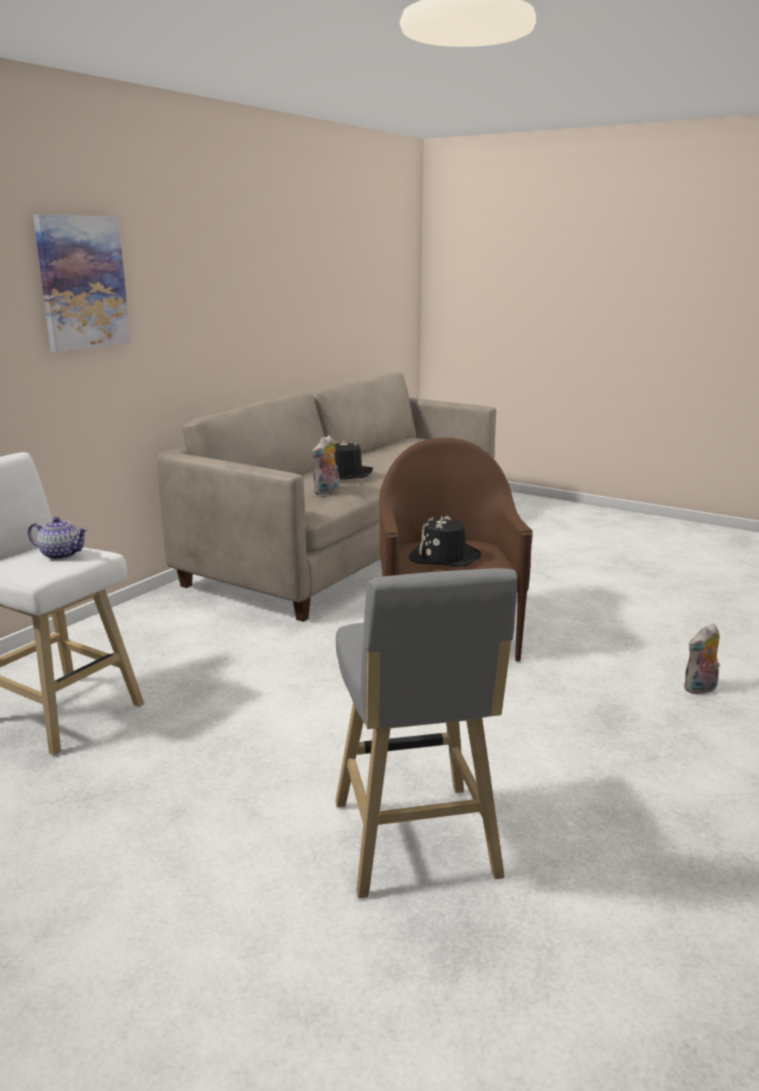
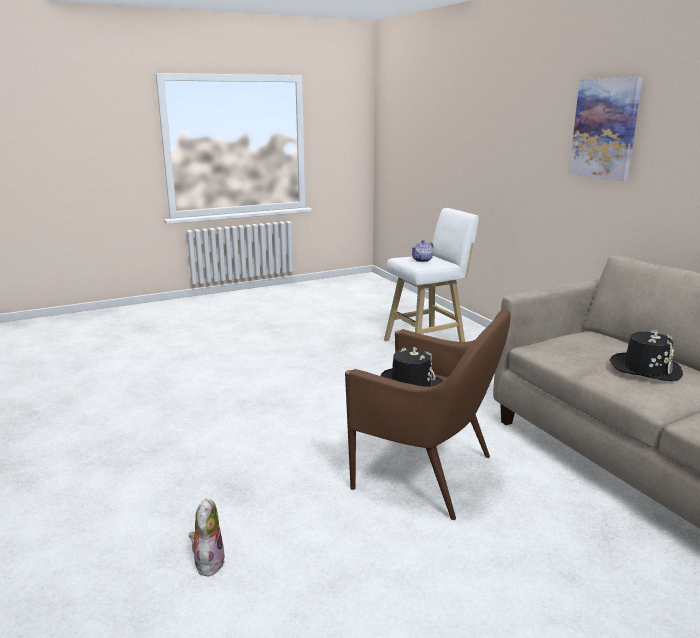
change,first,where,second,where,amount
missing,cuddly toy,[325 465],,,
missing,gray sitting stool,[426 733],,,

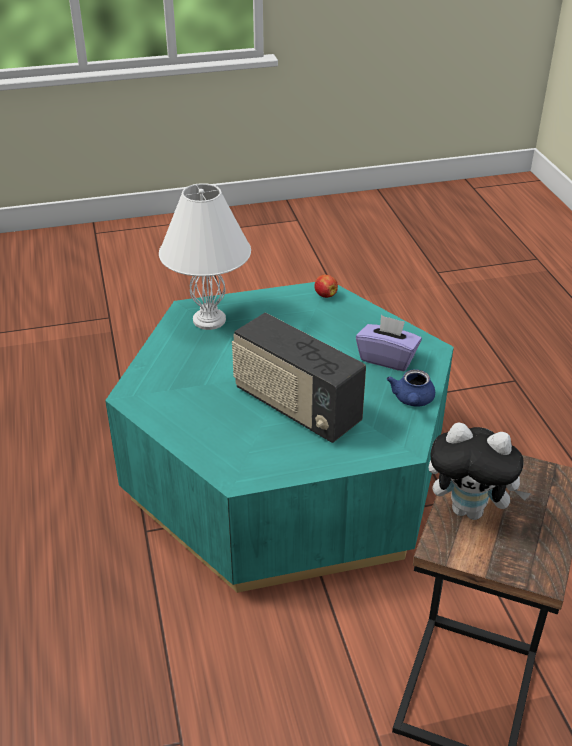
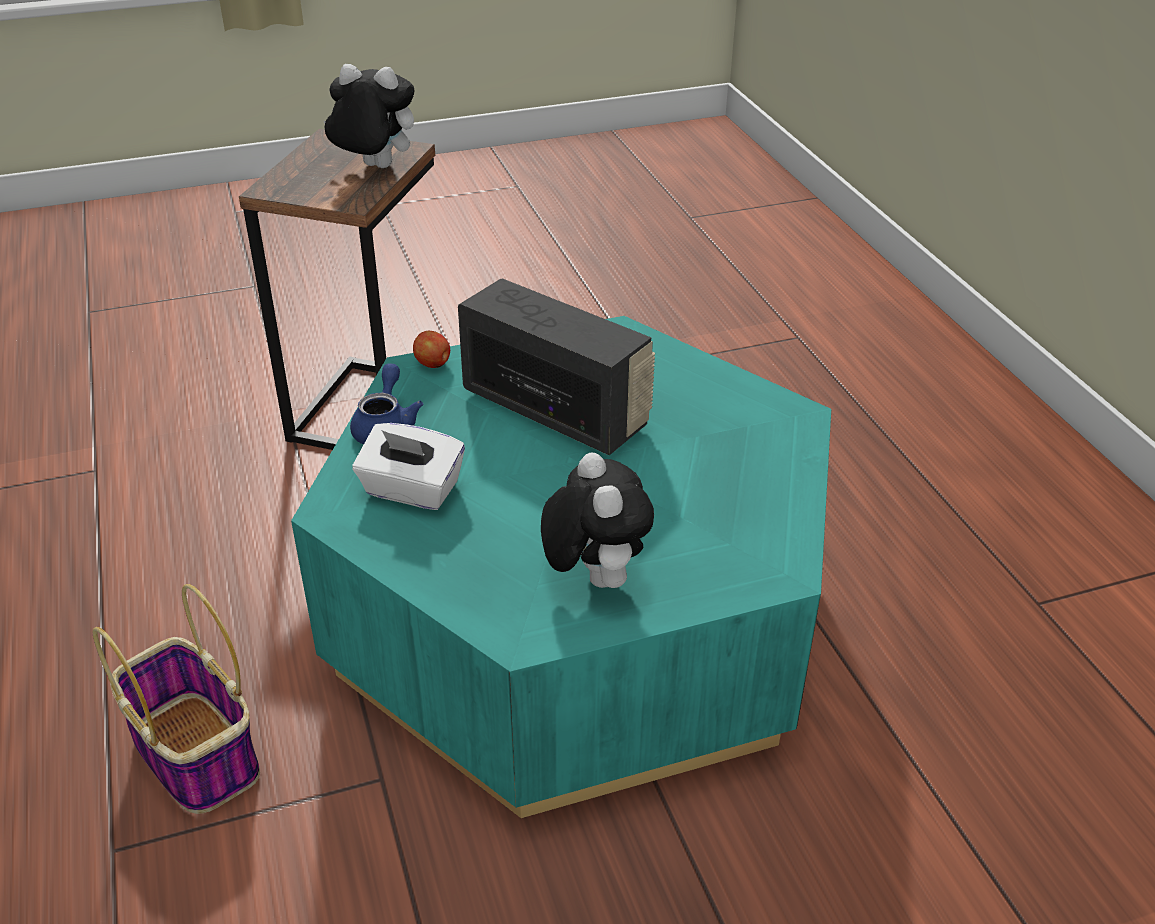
change,first,where,second,where,amount
missing,whitish tabletop lamp,[205 256],,,
relocated,whole apple,[326 286],,[431 349],
colour,purplish tissue box,[389 343],whitish tissue box,[408 466],
appeared,,,household basket,[176 699],
appeared,,,cuddly toy,[597 520],

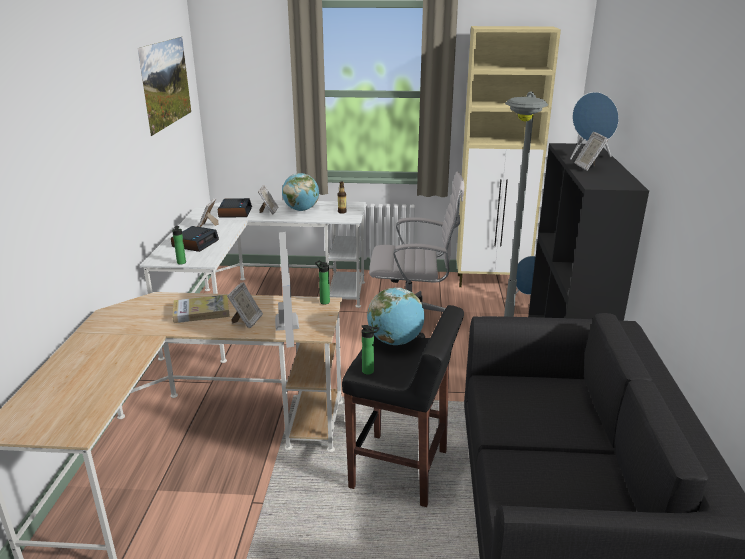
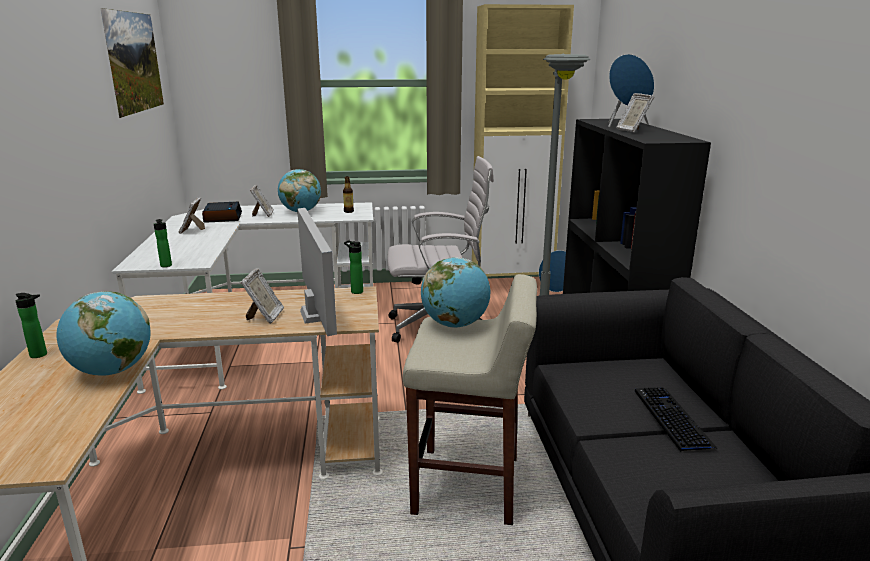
change,first,where,second,where,amount
missing,bedside clock,[195 239],,,
missing,volume,[201 309],,,
colour,black sitting stool,[403 406],beige-coloured sitting stool,[470 399],
relocated,drink bottle,[370 350],,[31 325],
appeared,,,globe,[104 333],
appeared,,,computer keyboard,[676 419],

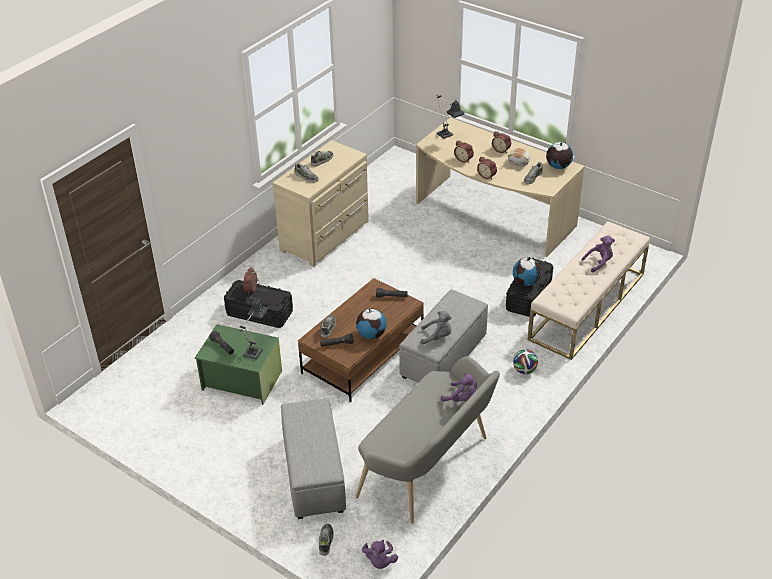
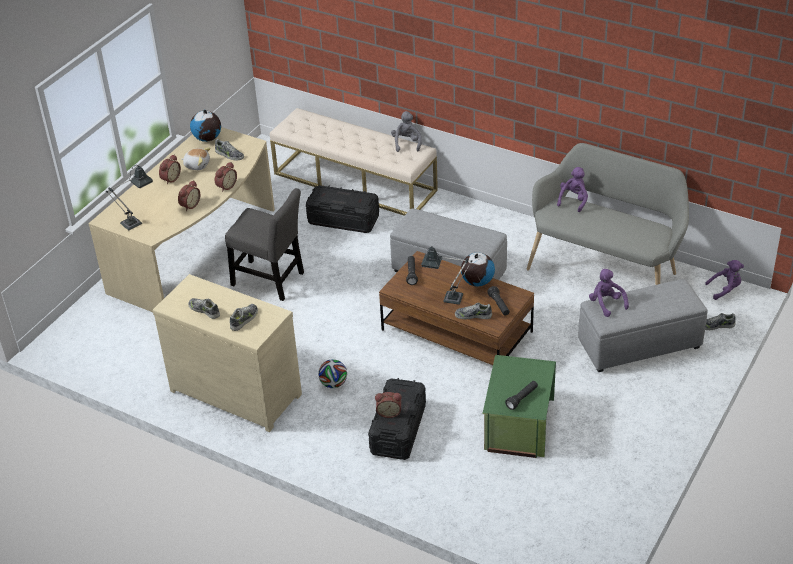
change,first,where,second,where,amount
relocated,tabletop lamp,[254 329],,[446 275],
relocated,gray cuddly toy,[436 327],,[406 131],
missing,globe,[527 271],,,
relocated,football ball,[525 361],,[332 373],
relocated,purplish cuddly toy,[598 254],,[609 293],
appeared,,,gray upright chair,[264 244],

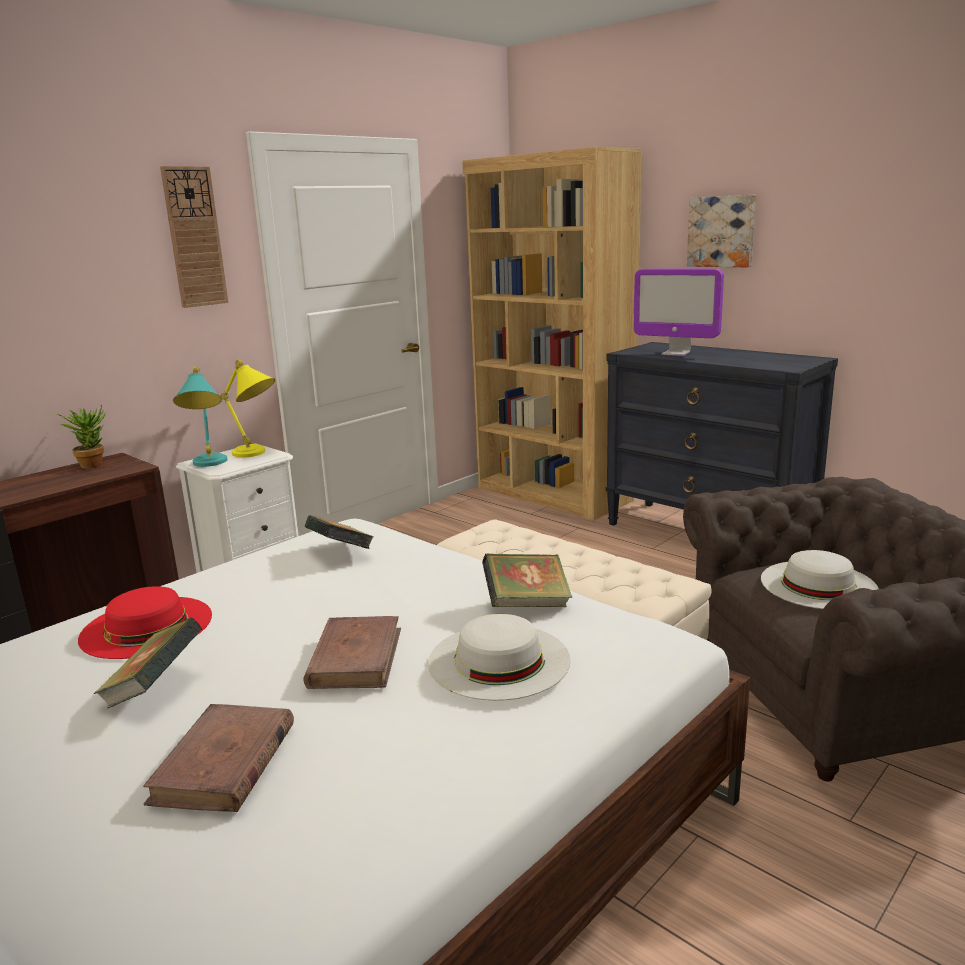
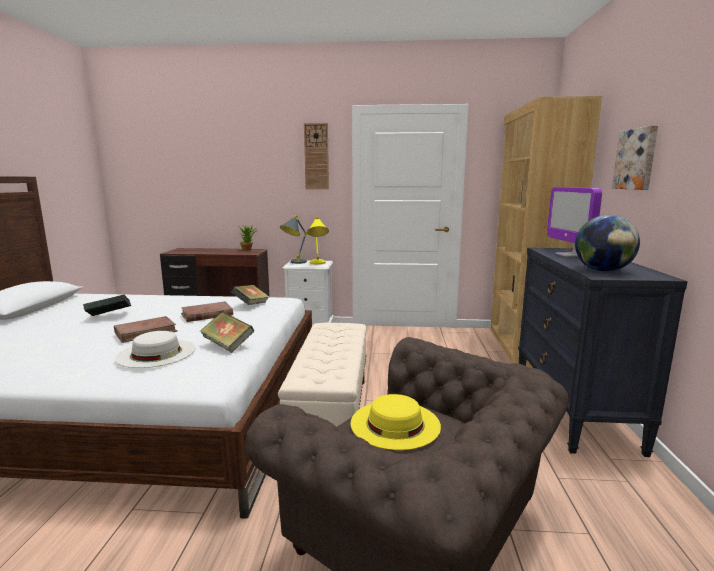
change,first,where,second,where,amount
missing,reddish clothing hat,[145 622],,,
relocated,brown-coloured volume,[218 758],,[207 312],
colour,blue-green tabletop lamp,[200 416],gray tabletop lamp,[294 240],
colour,whitish clothing hat,[820 579],yellow clothing hat,[396 422],
appeared,,,globe,[607 243],

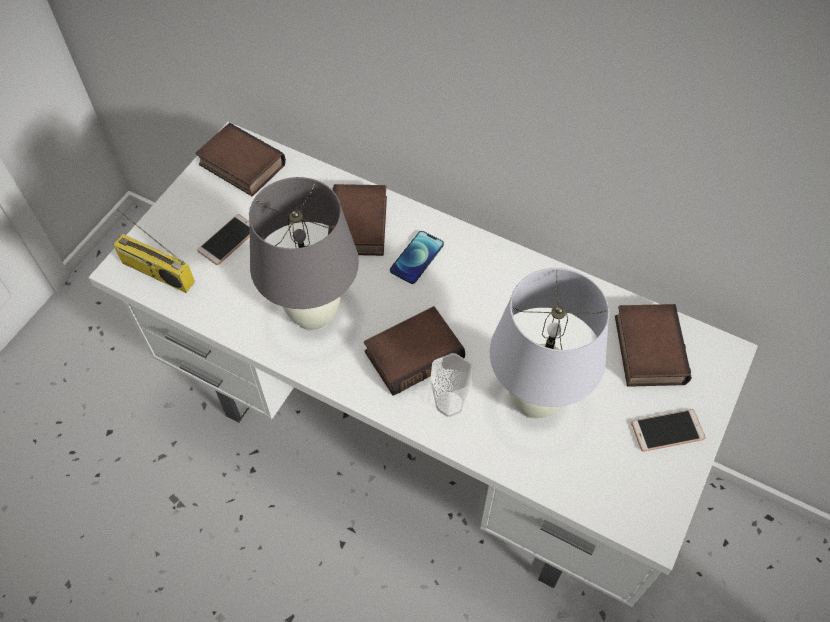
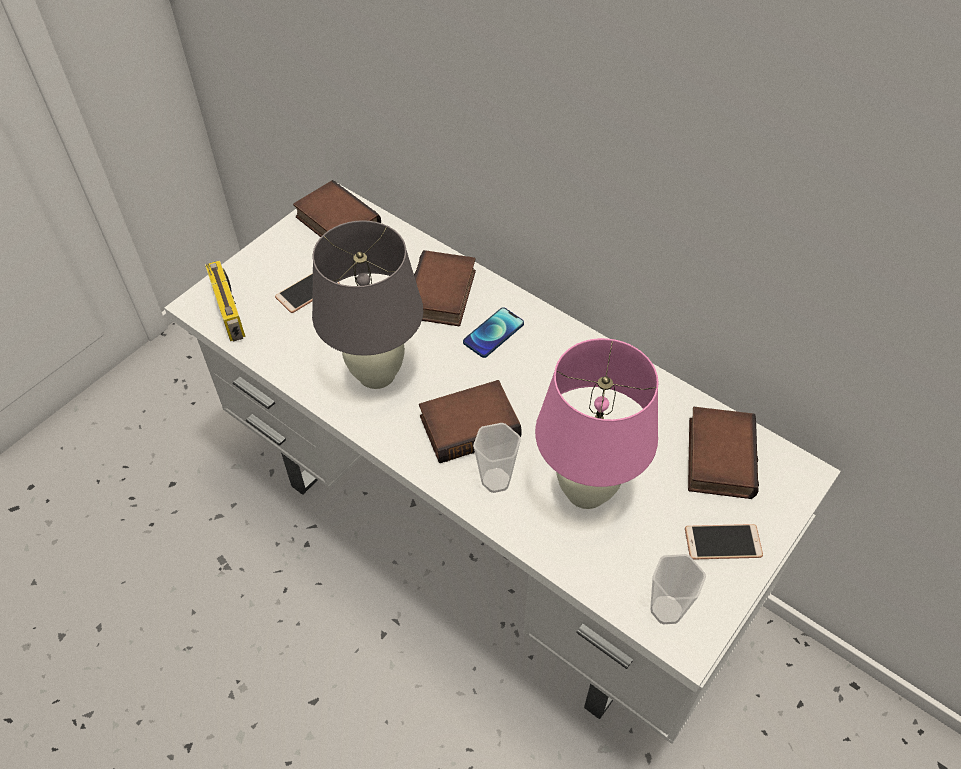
change,first,where,second,where,amount
spun,radio,[153 251],,[225 300],150 degrees counterclockwise
colour,whitish tabletop lamp,[550 343],pink tabletop lamp,[597 423],
appeared,,,drinking cup,[678 589],

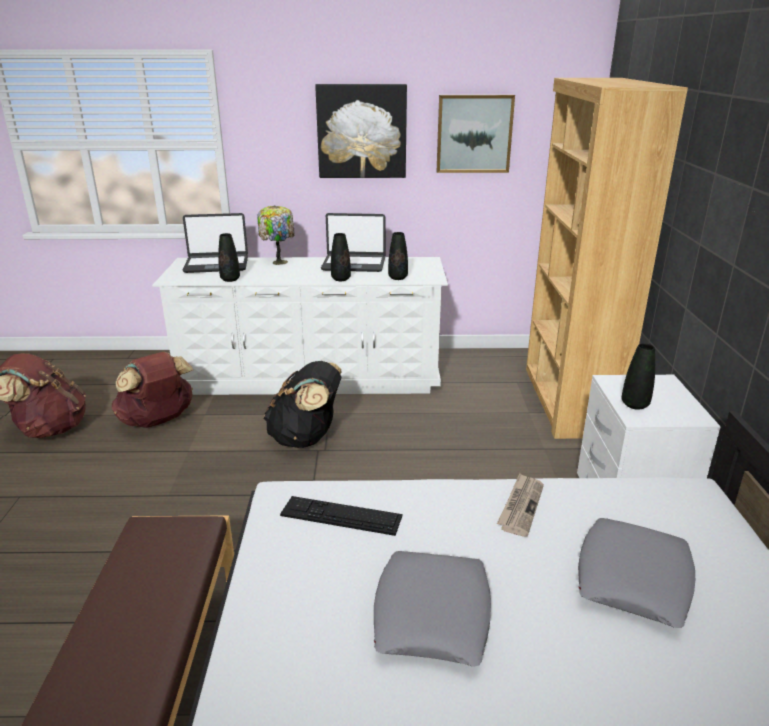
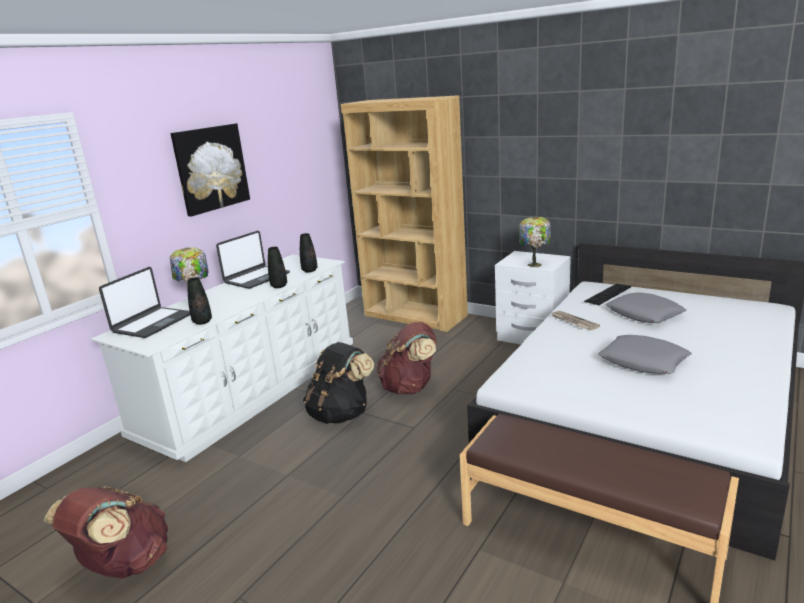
change,first,where,second,where,amount
relocated,brown-coloured rucksack,[152 390],,[407 358],
relocated,computer keyboard,[341 516],,[607 294],
missing,wall art,[476 134],,,
exchanged,black decorative vase,[638 376],tabletop lamp,[535 242],

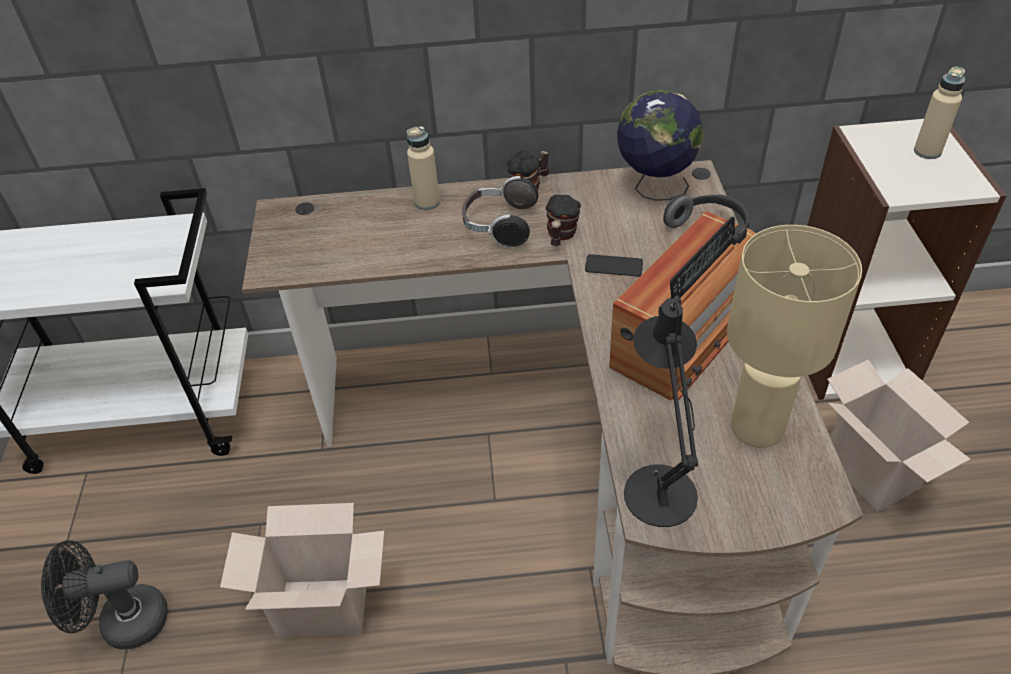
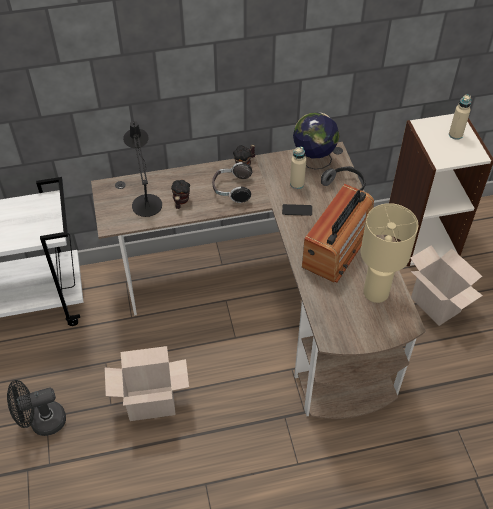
change,first,where,second,where,amount
relocated,beige-coloured drink bottle,[423 168],,[298 167],
relocated,tea mug,[563 220],,[180 194],
relocated,black tabletop lamp,[661 414],,[142 169],

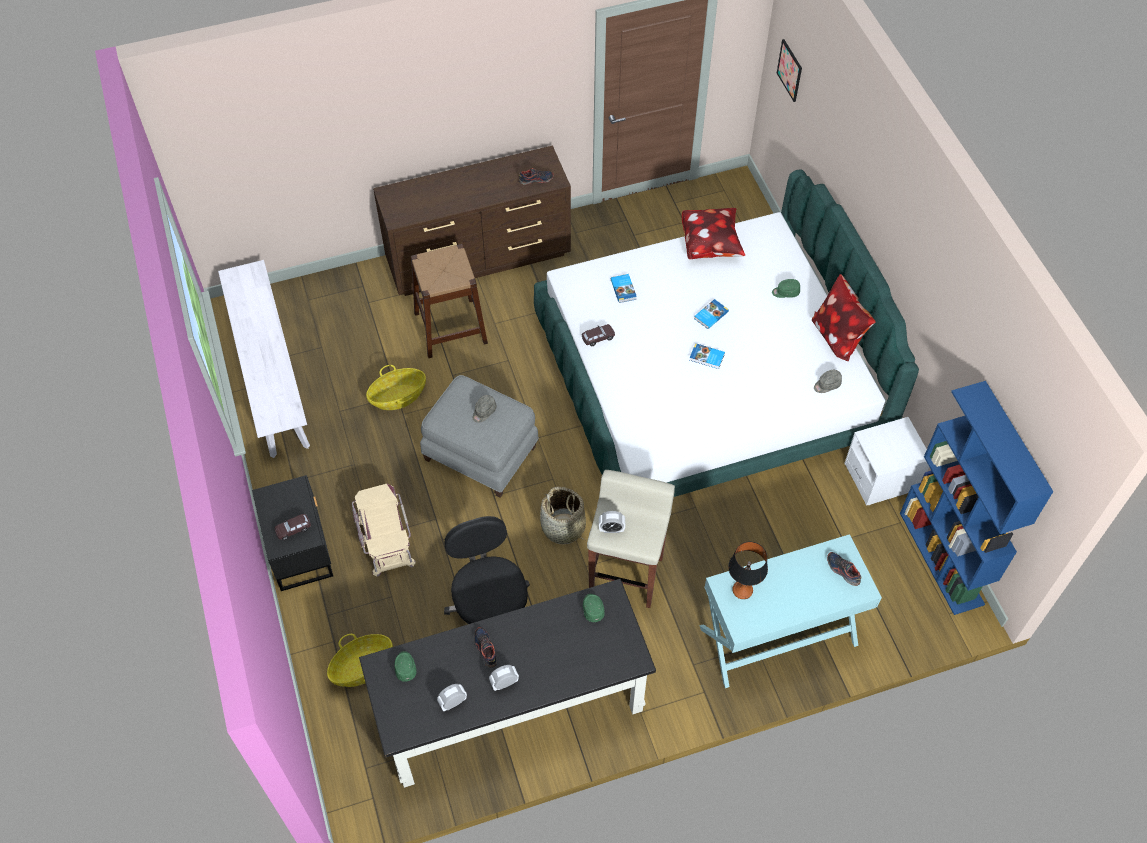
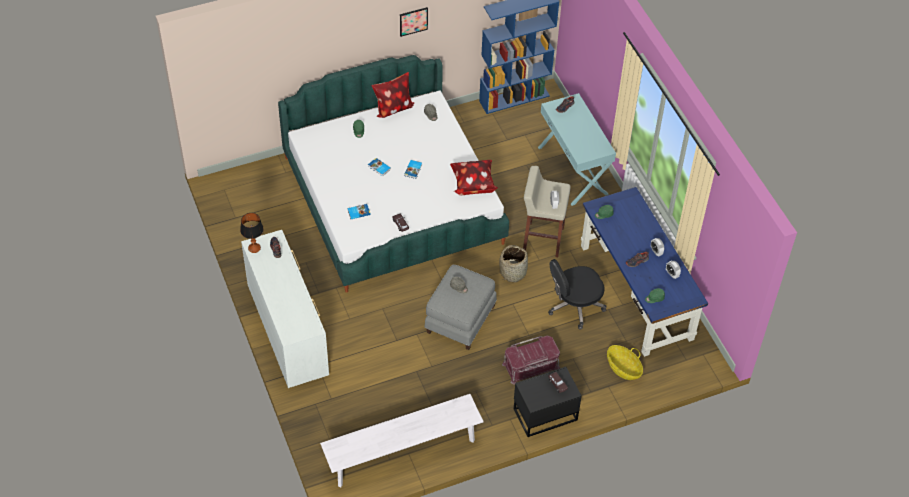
change,first,where,second,where,amount
colour,beige-coloured storage bin,[384 530],reddish storage bin,[531 360],
colour,black desk unit,[507 683],bluish desk unit,[644 272],
missing,household basket,[396 387],,,
colour,brown-coloured dresser,[472 220],whitish dresser,[285 309],
missing,brown-coloured sitting stool,[449 301],,,
relocated,throw pillow,[713 233],,[474 177],
relocated,tabletop lamp,[748 570],,[252 233],
relocated,wall art,[789 70],,[414 22],
missing,whitish night table,[886 461],,,

